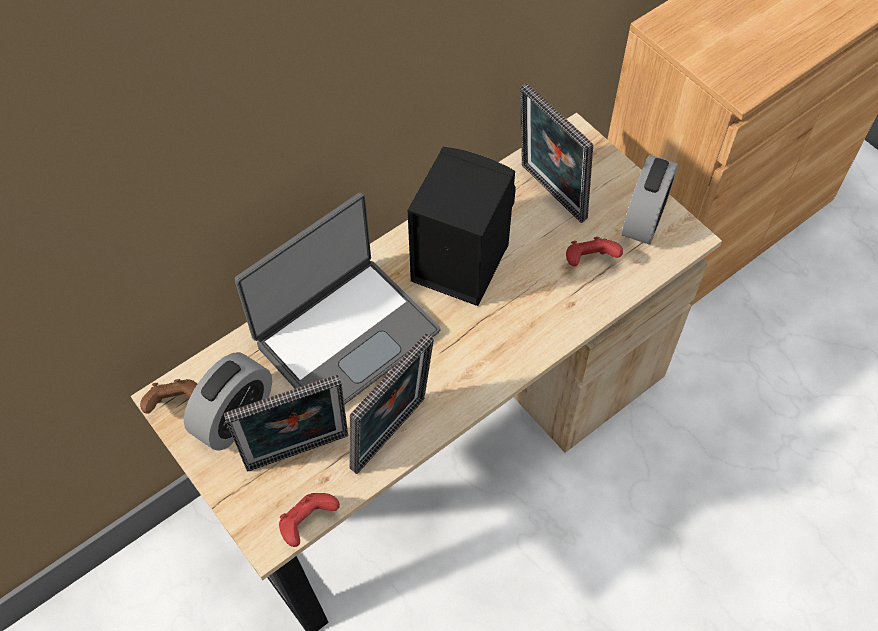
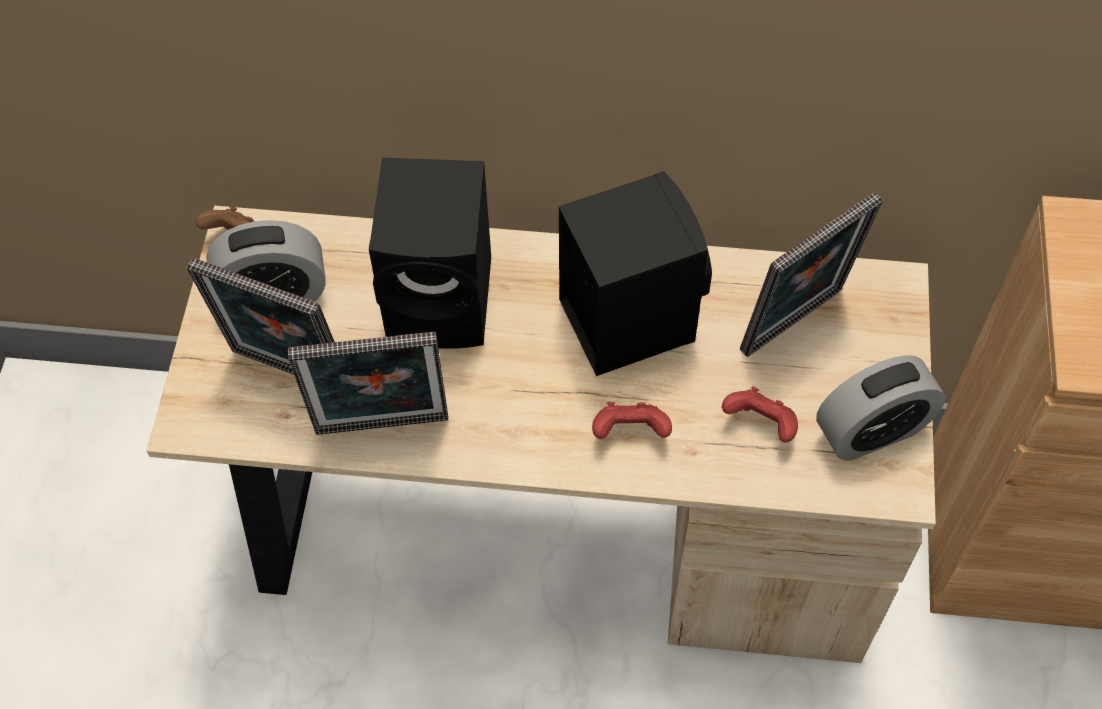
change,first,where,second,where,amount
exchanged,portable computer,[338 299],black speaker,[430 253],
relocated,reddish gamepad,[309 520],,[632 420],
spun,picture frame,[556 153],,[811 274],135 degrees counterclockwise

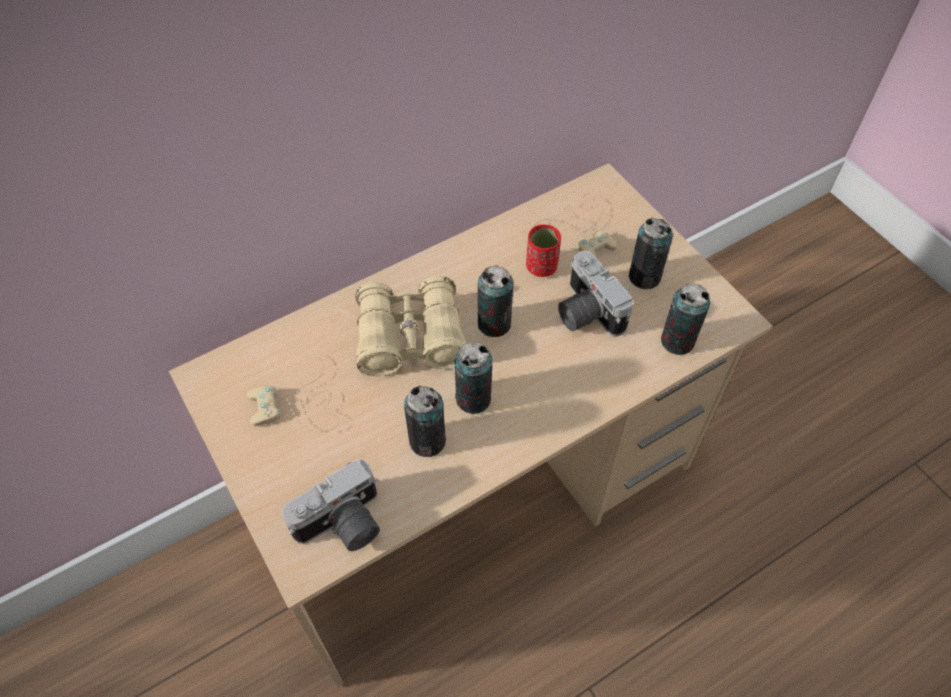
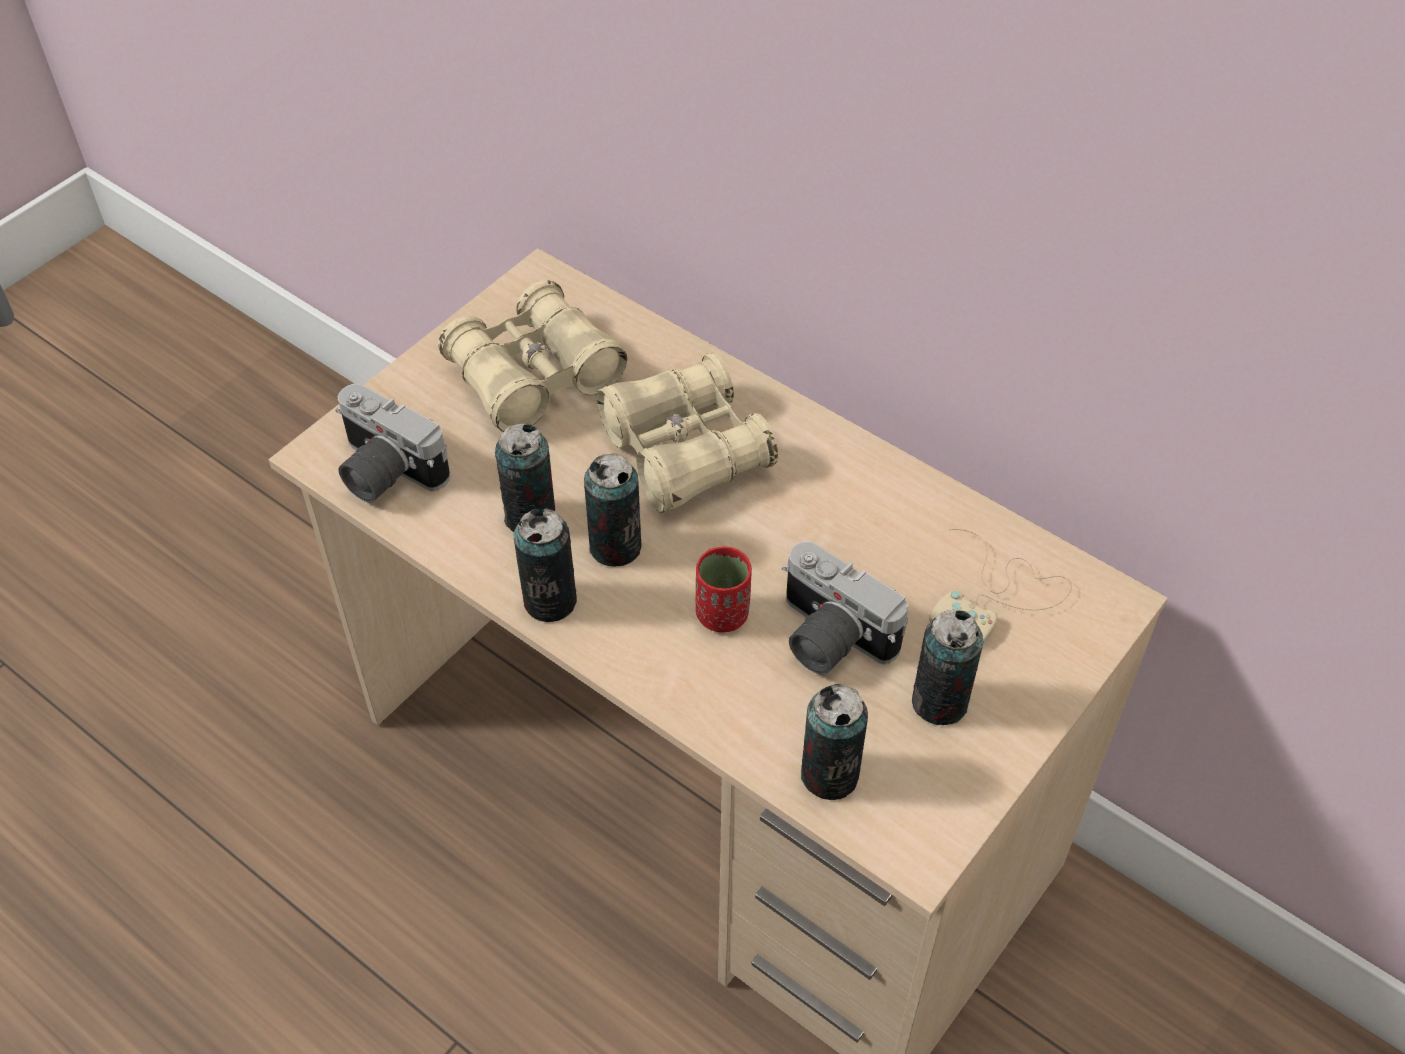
change,first,where,second,where,amount
exchanged,beige-coloured gamepad,[293 393],beige-coloured pair of binoculars,[532 356],
relocated,metal can,[495 301],,[545 565],
relocated,reddish drinking cup,[543 250],,[724 589],
spun,photo camera,[595 294],,[844 608],90 degrees counterclockwise

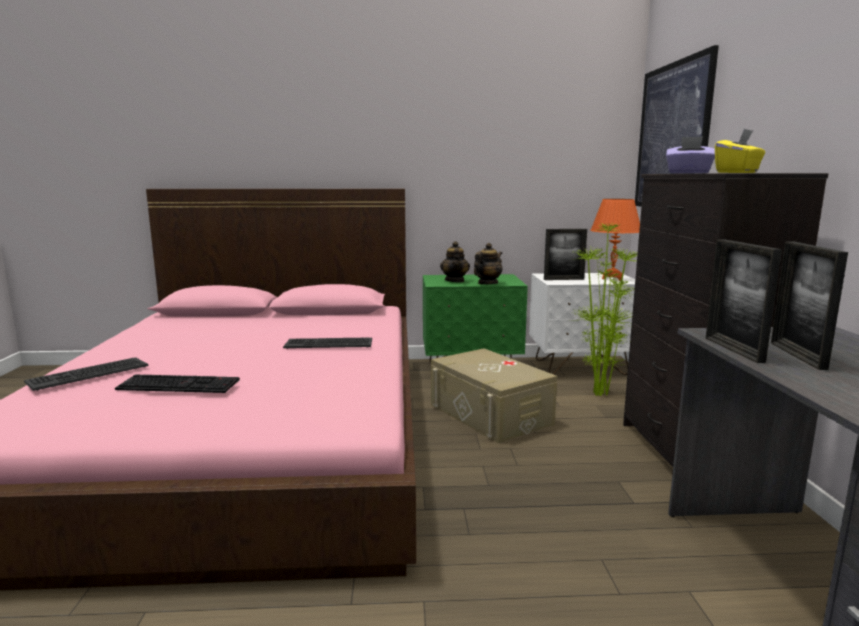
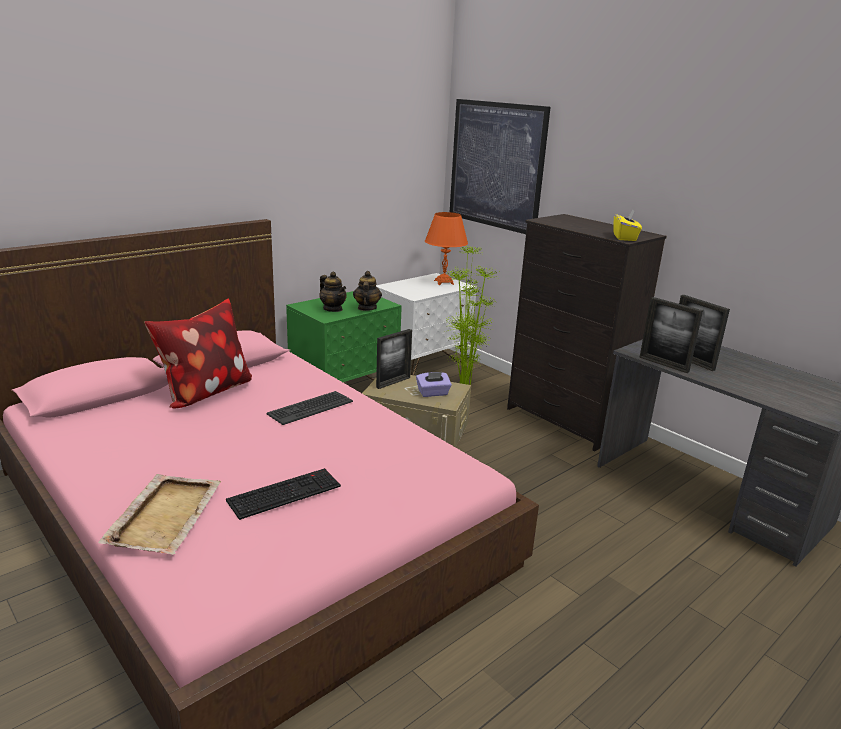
change,first,where,second,where,amount
exchanged,computer keyboard,[86 374],beige-coloured carrying tray,[159 514],
relocated,picture frame,[565 254],,[394 359],
relocated,purplish tissue box,[690 155],,[434 384],
appeared,,,throw pillow,[198 353],

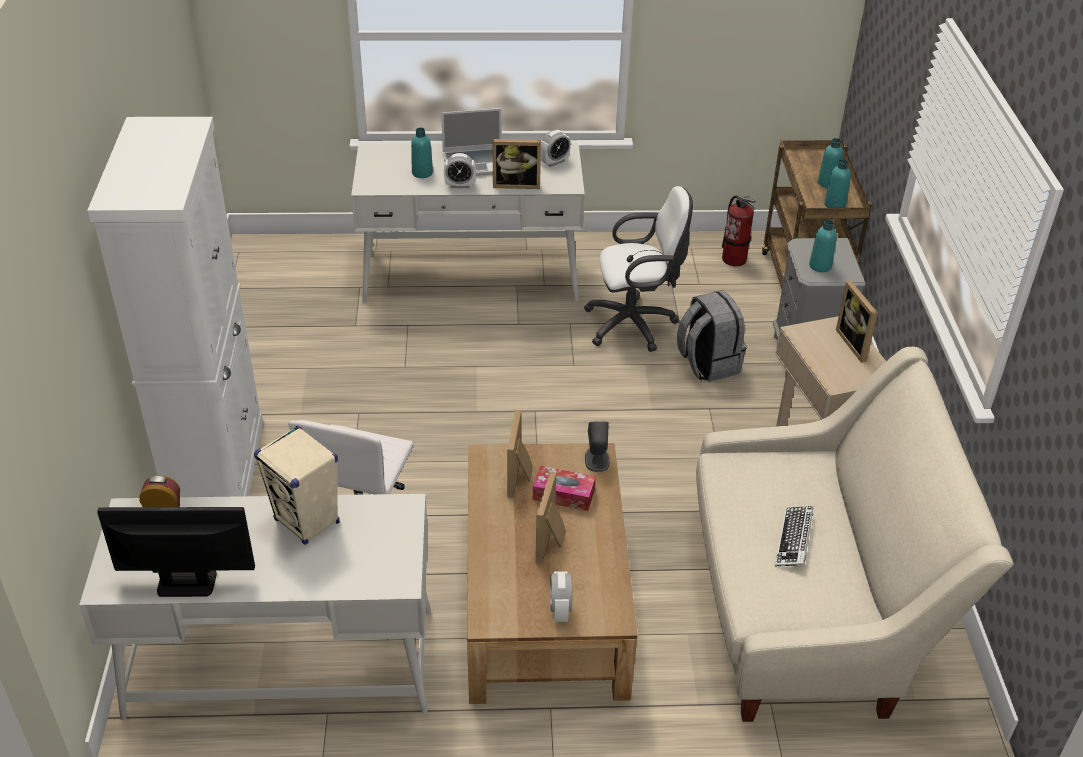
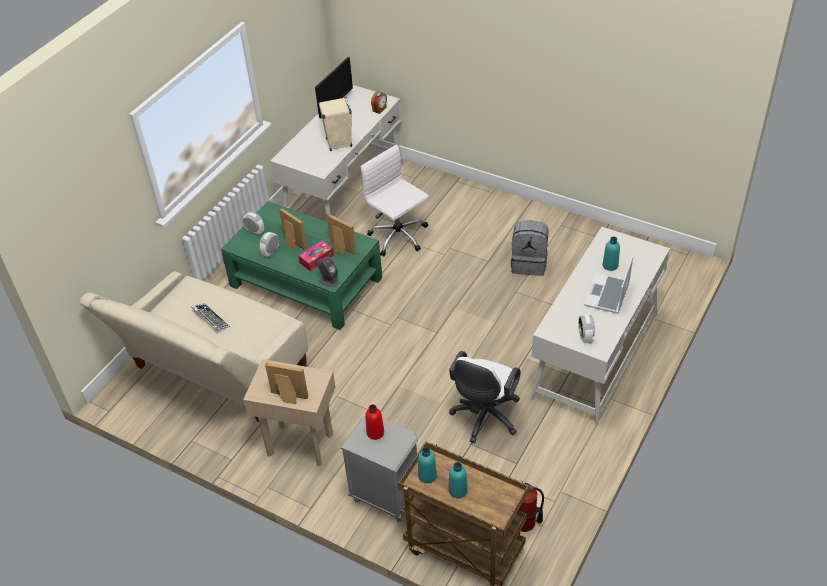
change,first,where,second,where,amount
missing,whitish cupboard,[175 307],,,
relocated,bedside clock,[460 170],,[269 244],
colour,brown-coloured coffee table,[552 573],greenish coffee table,[301 265],
missing,picture frame,[517 164],,,
relocated,gray rucksack,[712 336],,[529 248],
colour,blue-green drink bottle,[823 246],reddish drink bottle,[374 422],

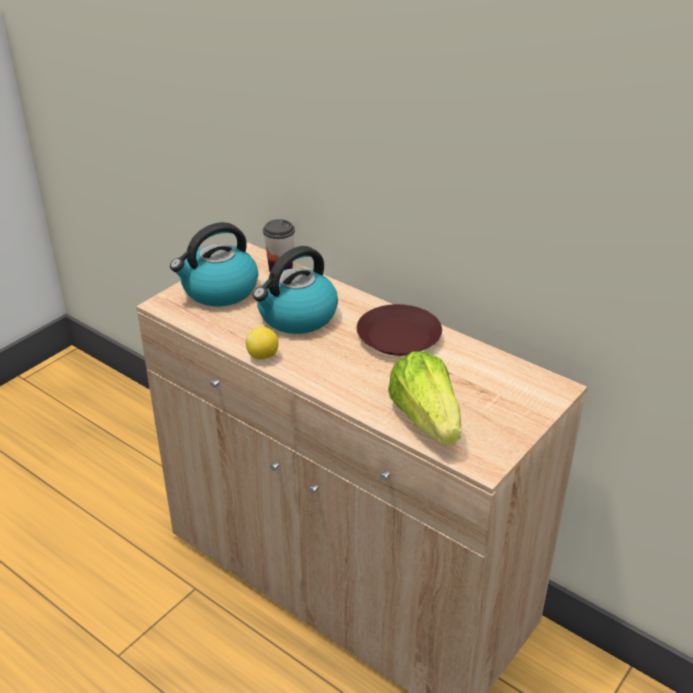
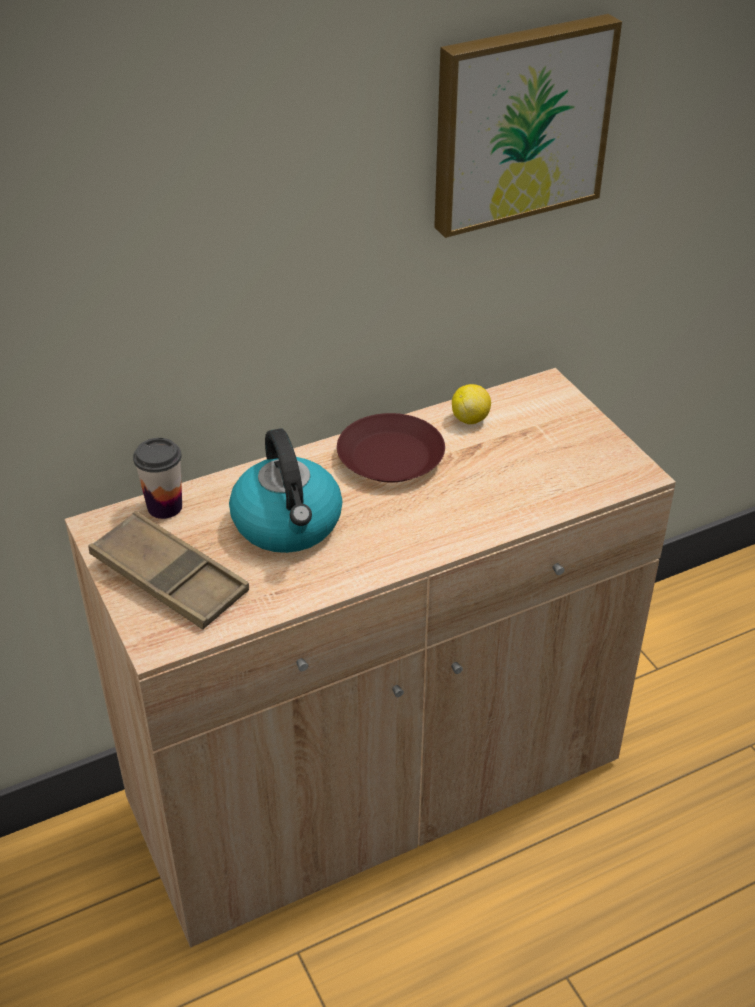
change,first,where,second,where,amount
exchanged,kettle,[214 264],brown-coloured carrying tray,[169 570],
relocated,citrus fruit,[262 343],,[471 404],
missing,lettuce,[424 398],,,
appeared,,,wall art,[528 126],

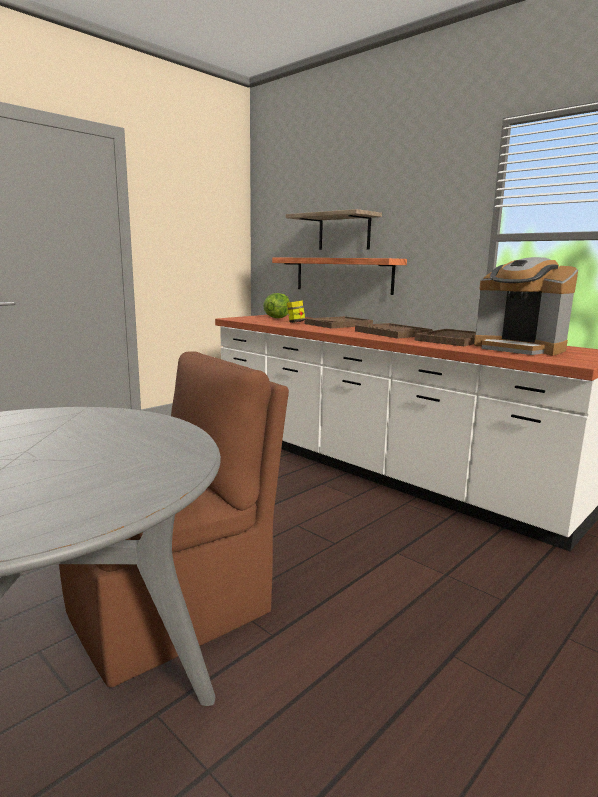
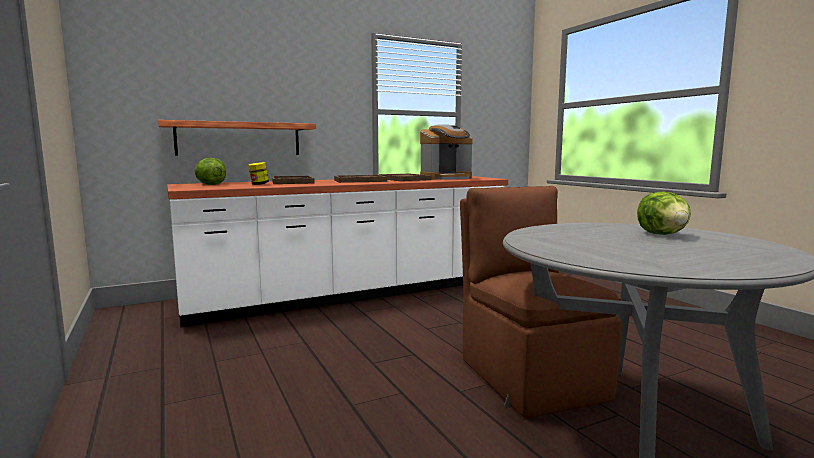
change,first,where,second,where,amount
missing,shelf,[334 229],,,
appeared,,,lettuce,[664 213],

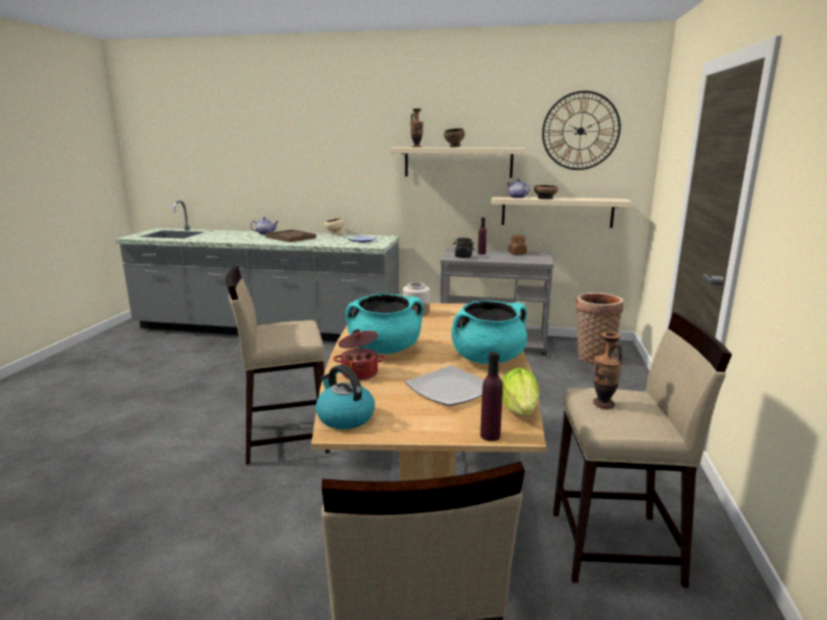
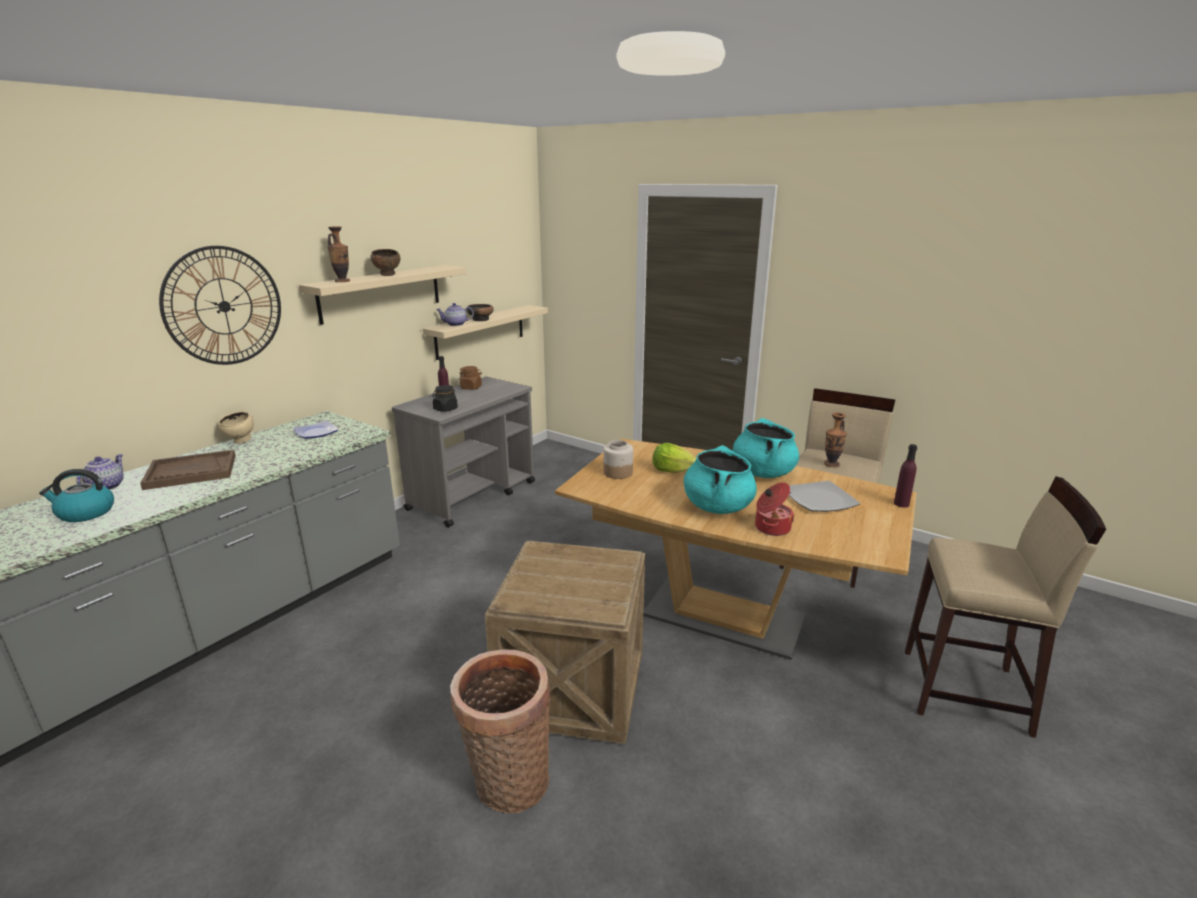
change,first,where,second,where,amount
exchanged,beige-coloured sitting stool,[277 365],crate,[565 642],
relocated,kettle,[345 397],,[76 495],
relocated,lettuce,[520 391],,[674 458],
relocated,hanging clock,[581 130],,[220 305],
relocated,household basket,[600 328],,[500 732],

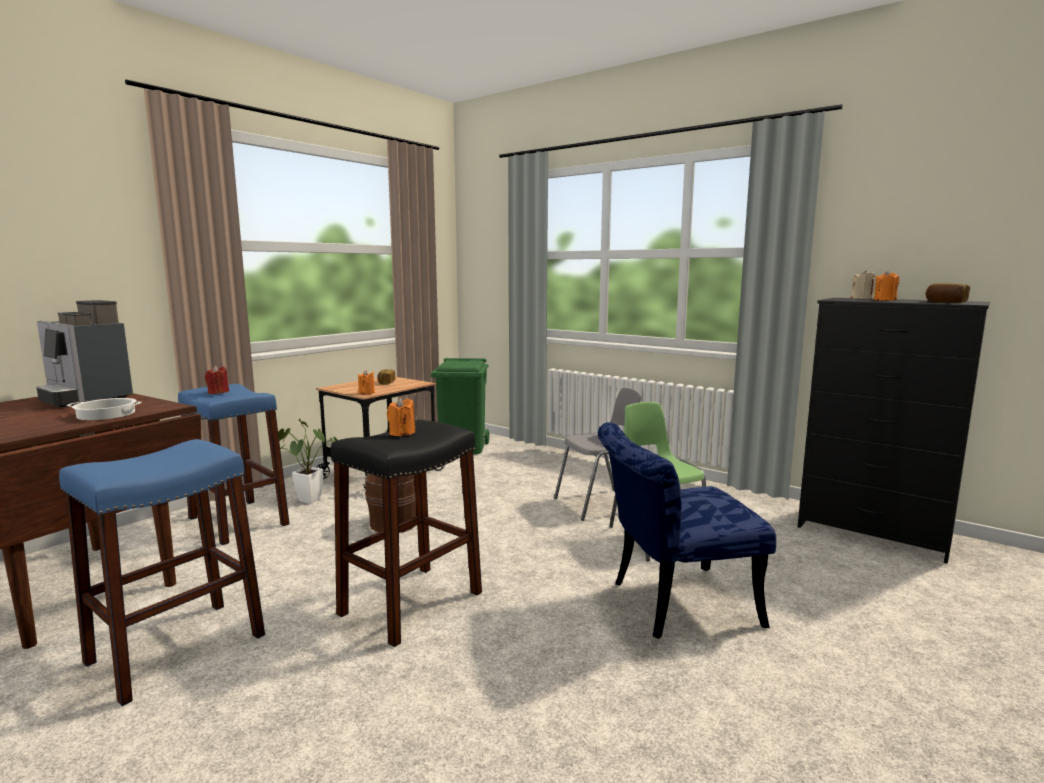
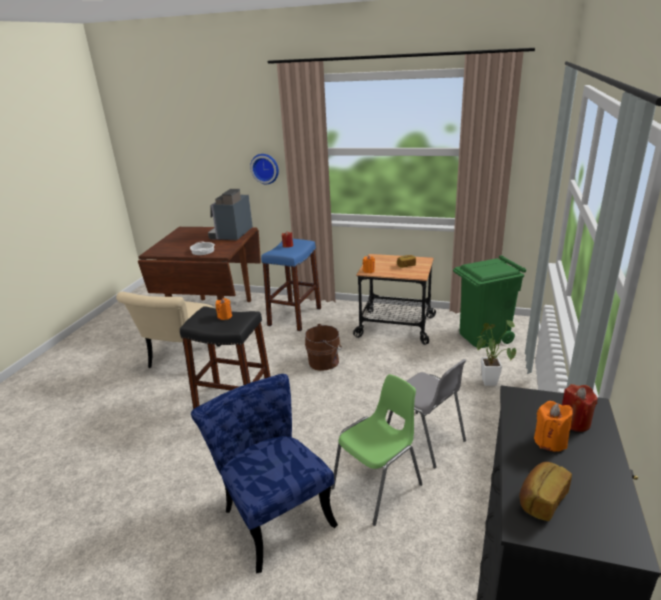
change,first,where,second,where,amount
exchanged,bluish sitting stool,[162 572],beige-coloured upright chair,[168 330],
relocated,plant in a pot,[308 461],,[496 353],
colour,beige-coloured wax light,[863 284],reddish wax light,[580 408],
appeared,,,hanging clock,[264 169],

